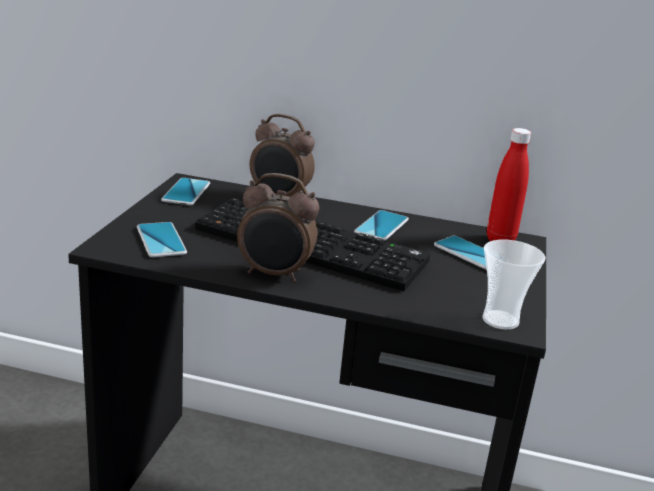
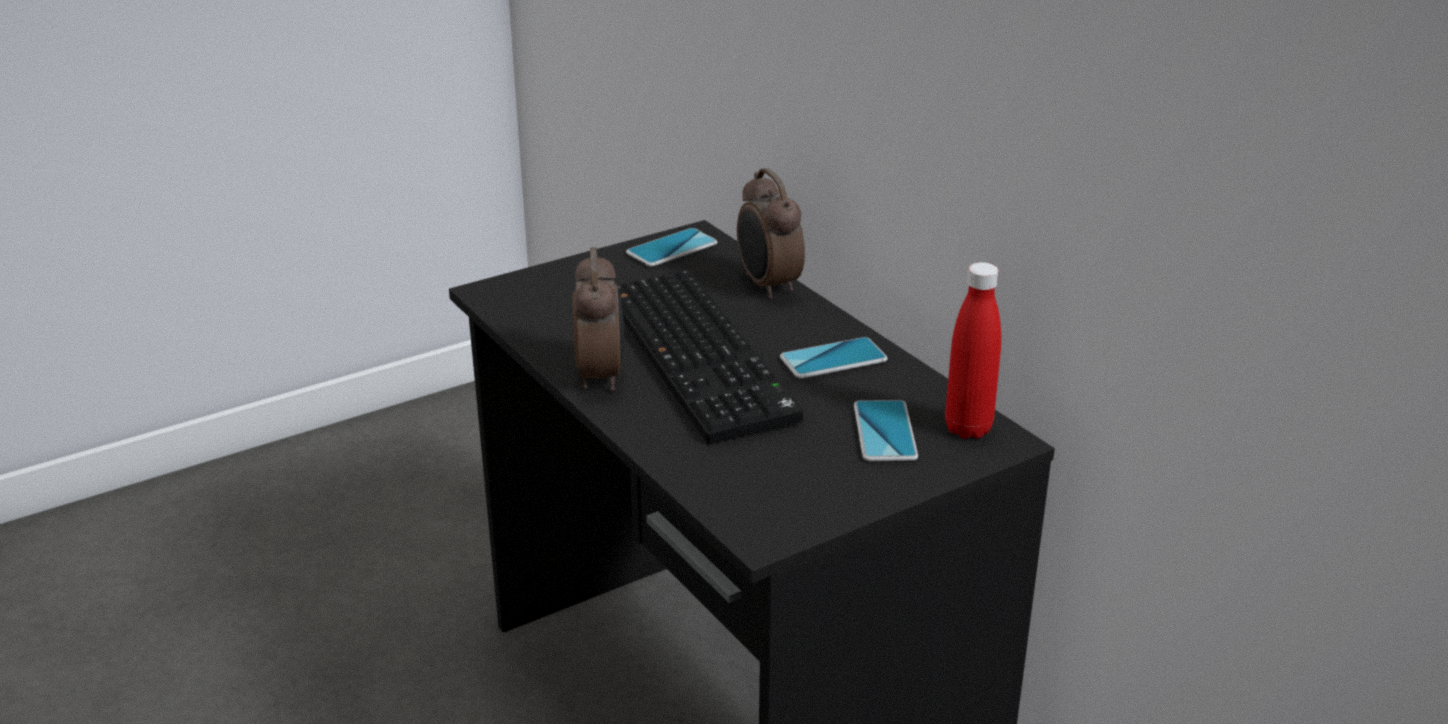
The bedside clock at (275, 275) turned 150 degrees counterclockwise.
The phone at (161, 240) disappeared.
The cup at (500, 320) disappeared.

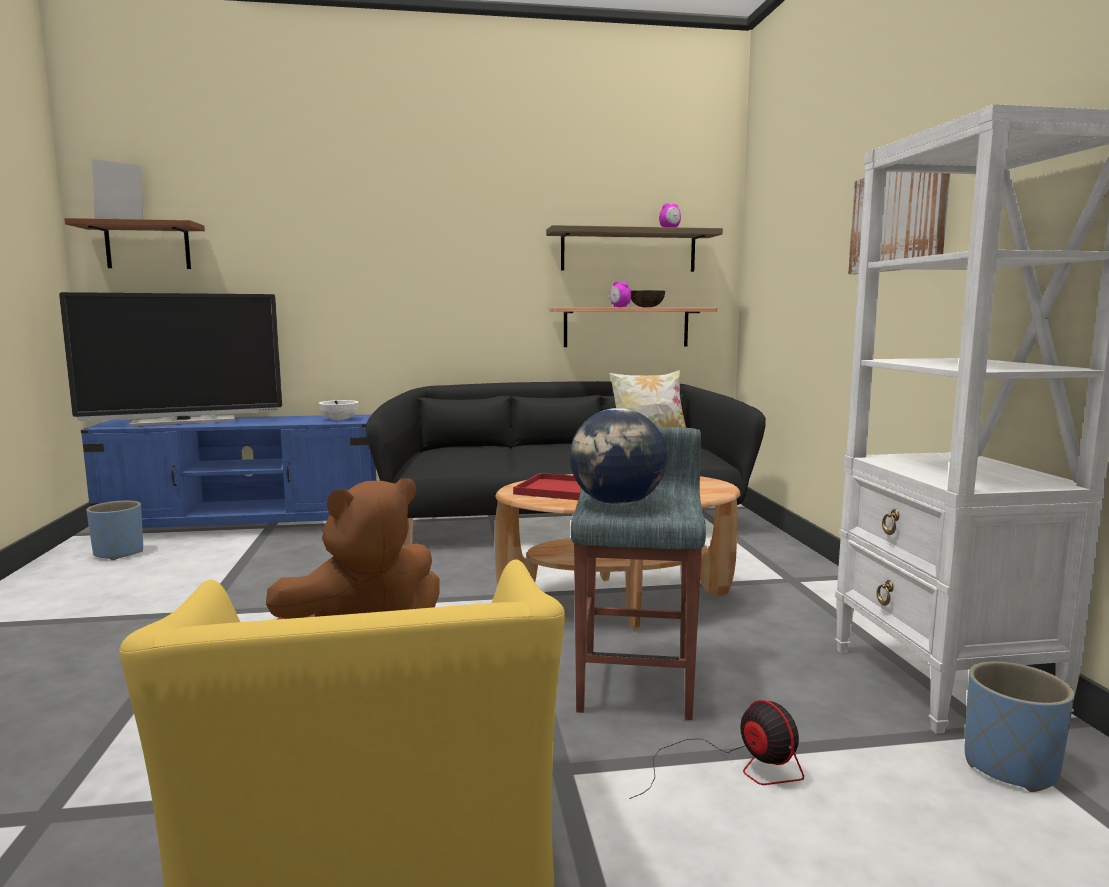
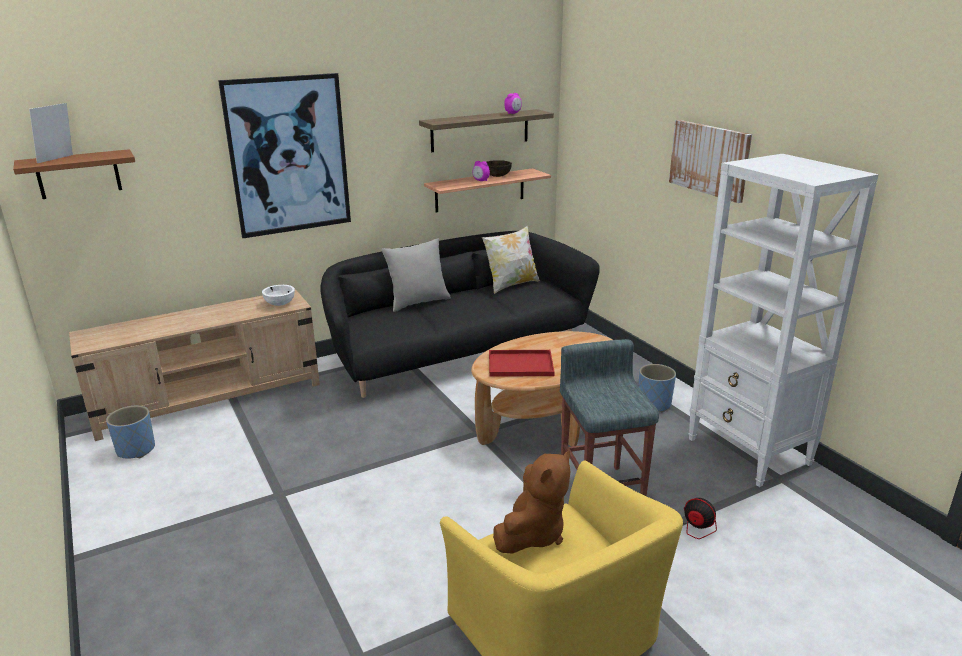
The TV set at (184, 422) disappeared.
The globe at (617, 503) disappeared.
The media console/blue at (246, 526) became the media console/sand-coloured at (210, 399).
The flower pot/blue moved from (1010, 767) to (654, 404).
The wall picture at (288, 155) appeared.
The cushion/grey at (418, 302) appeared.

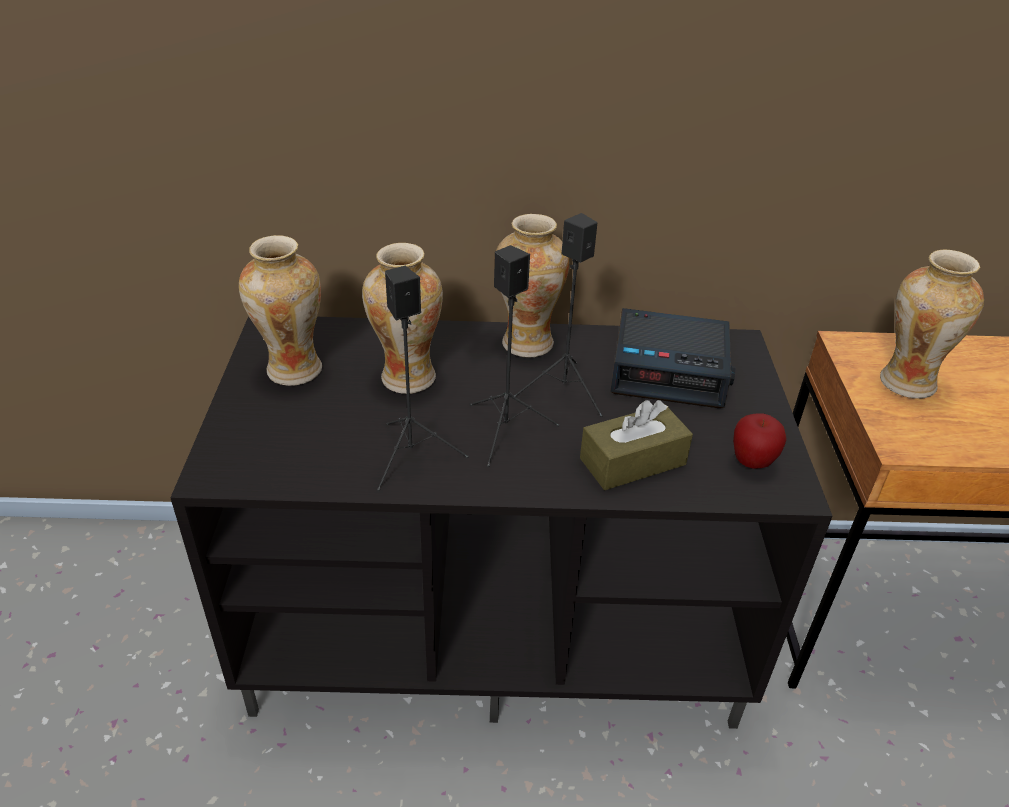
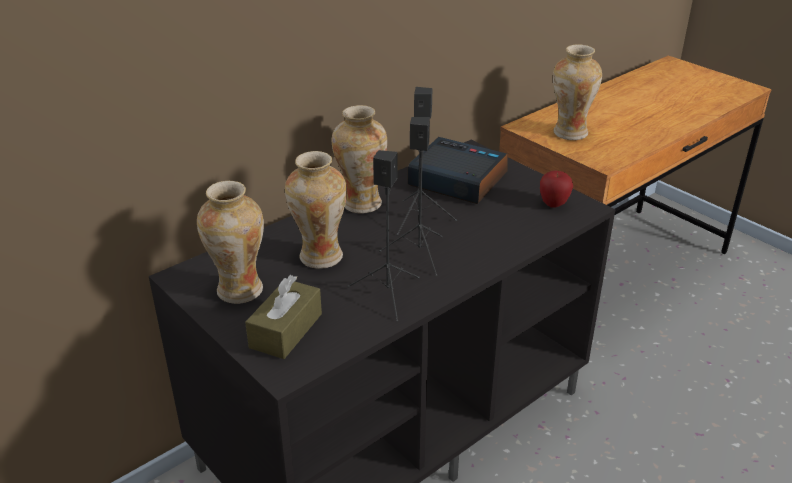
The bedside clock at (670, 369) turned 120 degrees counterclockwise.
The tissue box/brown moved from (632, 461) to (286, 330).

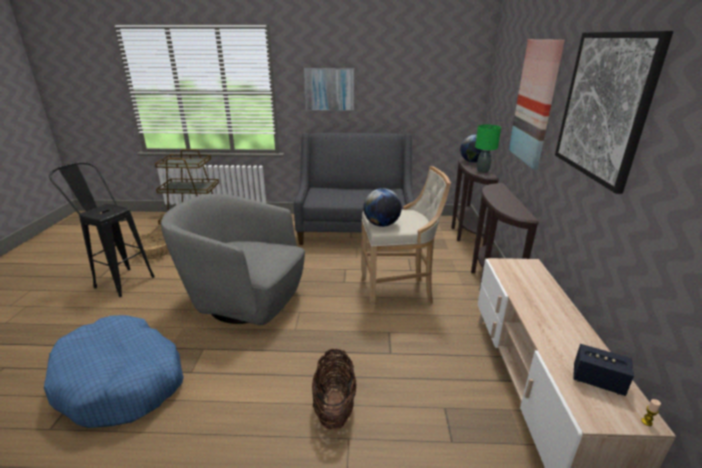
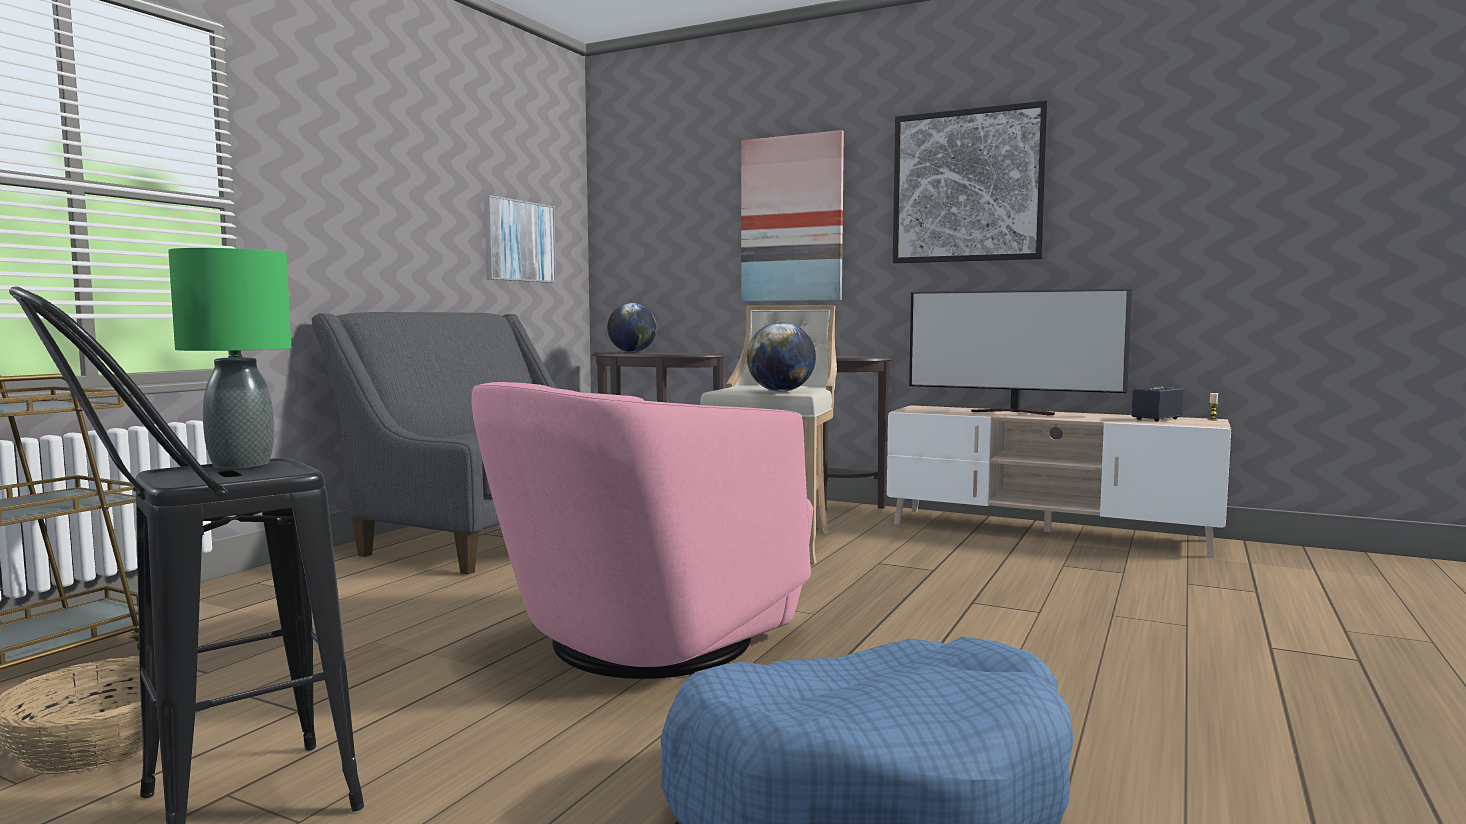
The wall picture moved from (329, 89) to (519, 241).
The tabletop lamp/greenish moved from (482, 171) to (242, 464).
The lounge chair/grey at (245, 300) became the lounge chair/pink-coloured at (647, 642).
The household basket at (334, 406) disappeared.
The TV set at (1016, 412) appeared.

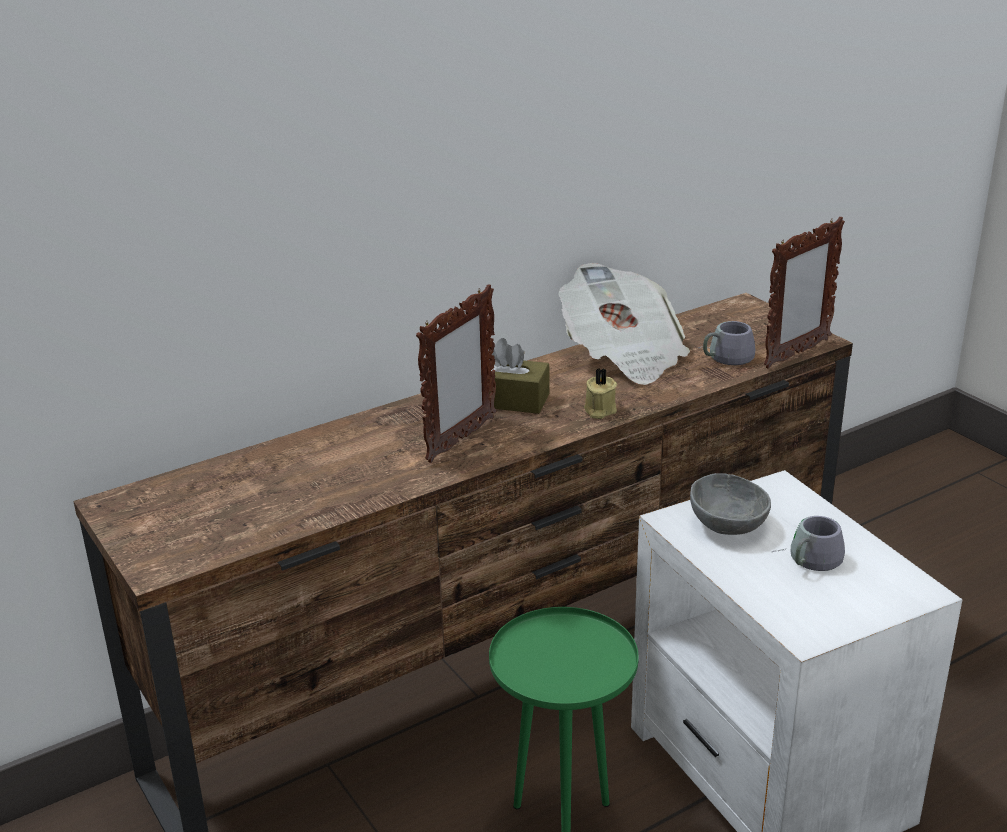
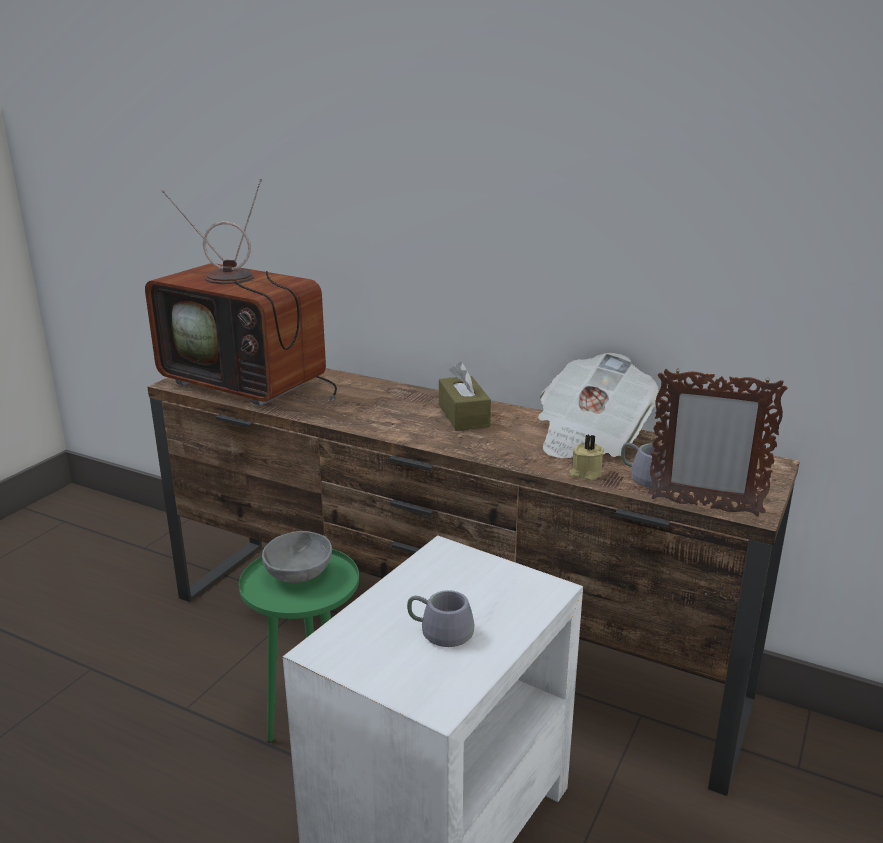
The standing frame at (460, 440) disappeared.
The candle/sand-coloured moved from (599, 410) to (585, 473).
The serving bowl/grey moved from (729, 524) to (300, 574).
The TV set at (250, 383) appeared.

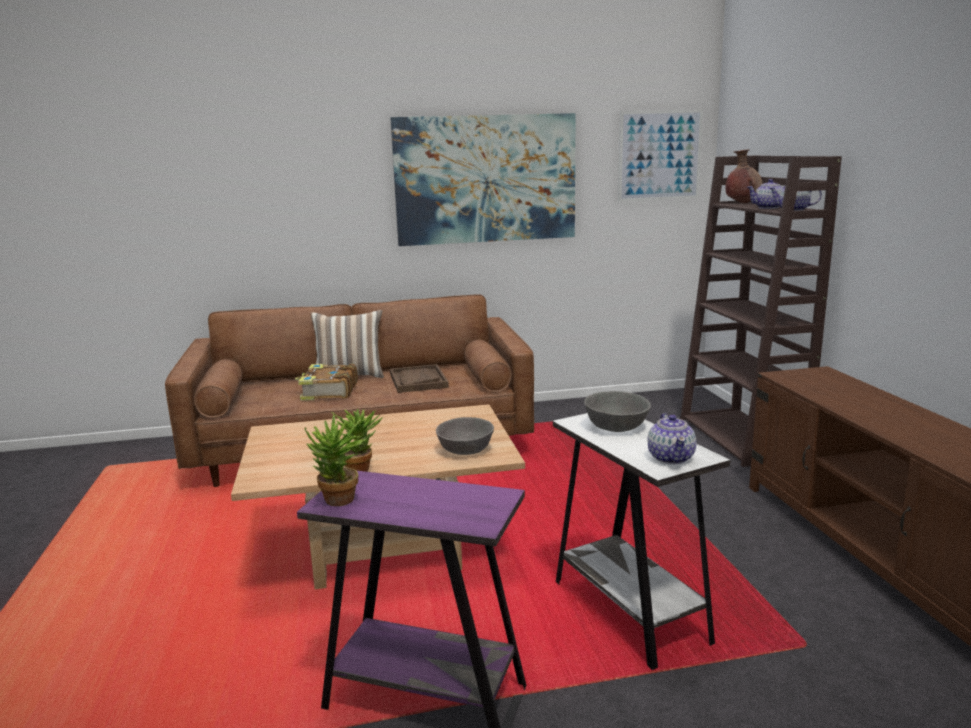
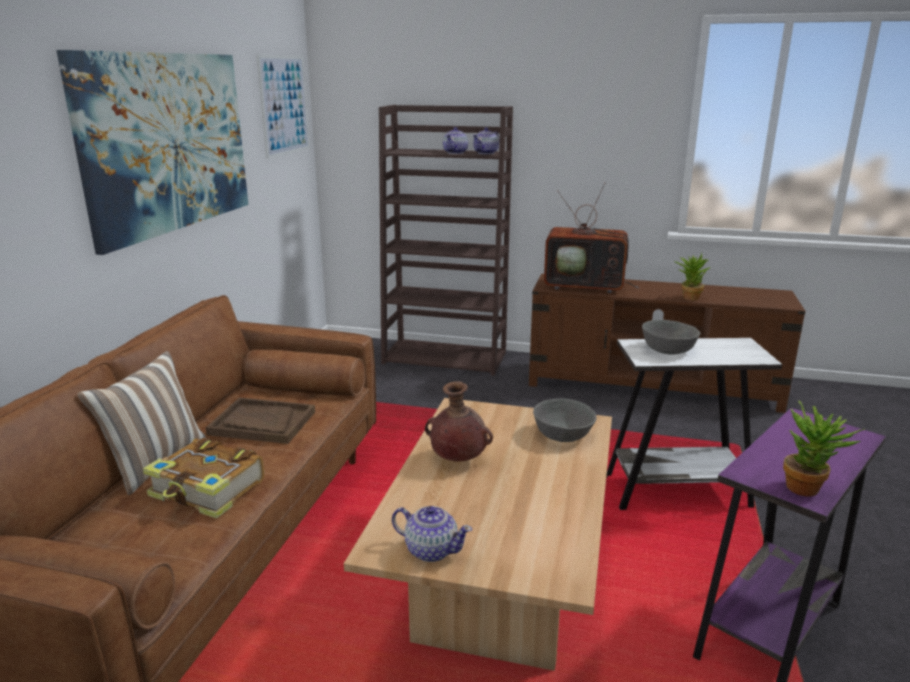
The vase/brown moved from (742, 203) to (457, 459).
The houseplant moved from (361, 468) to (688, 297).
The pot for tea moved from (671, 457) to (431, 550).
The TV set at (587, 286) appeared.

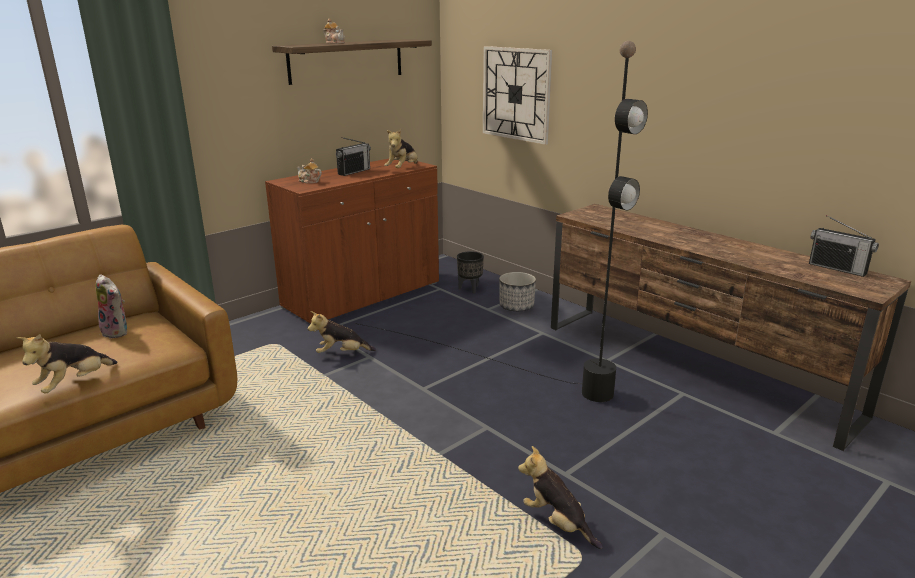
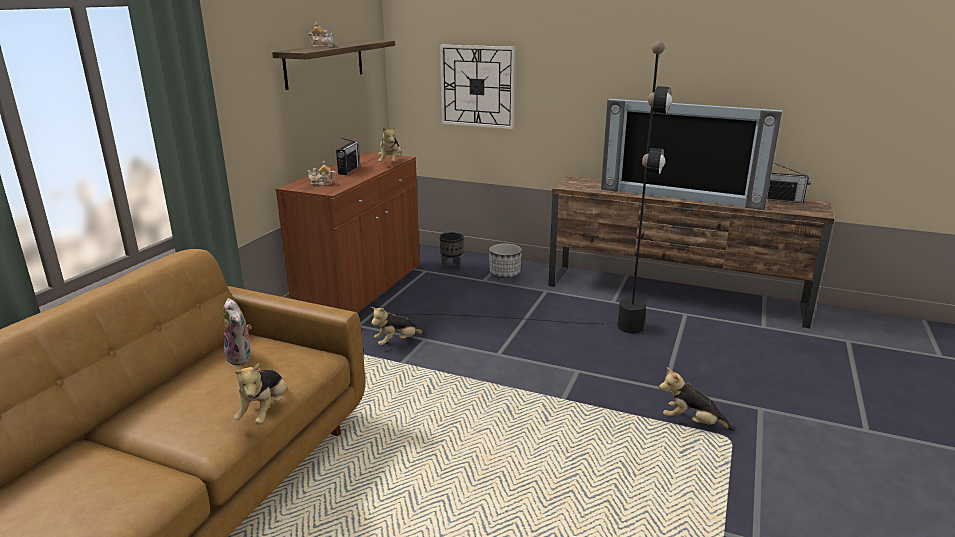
The plush toy at (117, 332) turned 45 degrees clockwise.
The TV set at (680, 196) appeared.

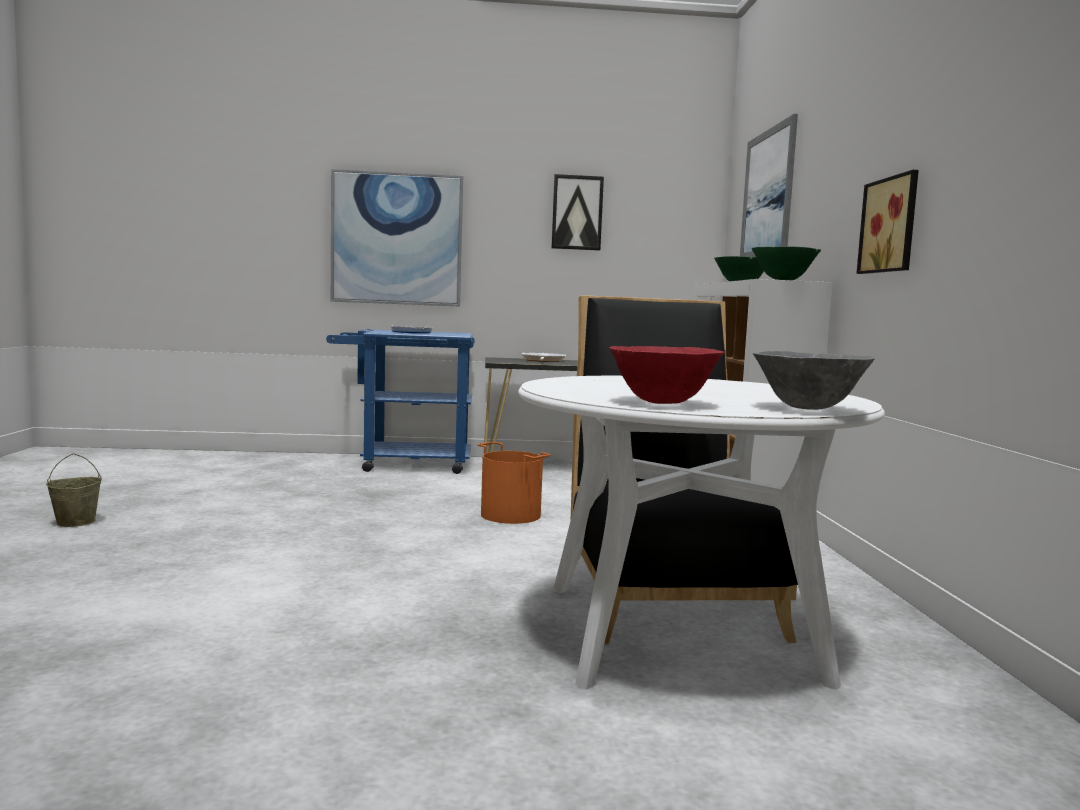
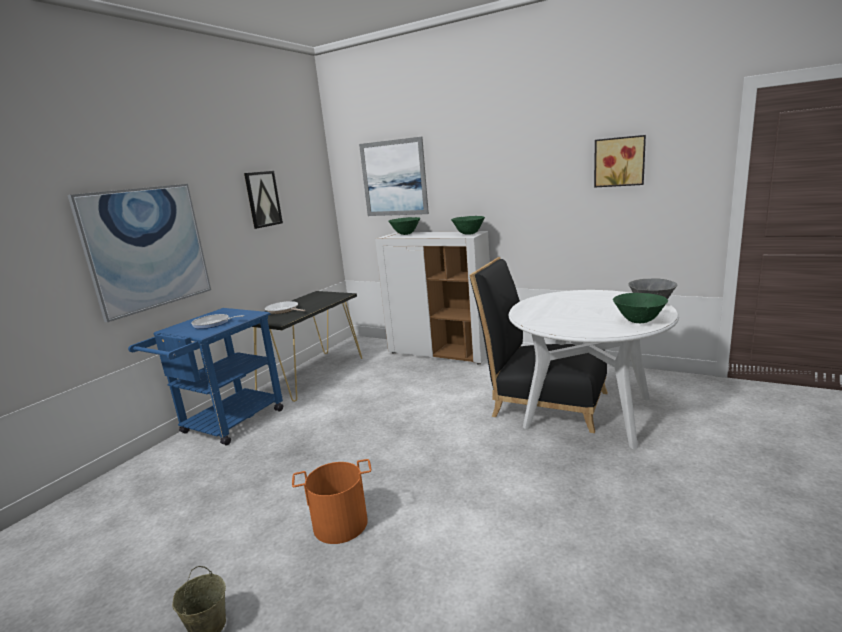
The wall picture moved from (892, 225) to (619, 161).
The serving bowl/red at (663, 403) became the serving bowl/greenish at (639, 321).
The bucket/orange-coloured moved from (511, 515) to (340, 523).

